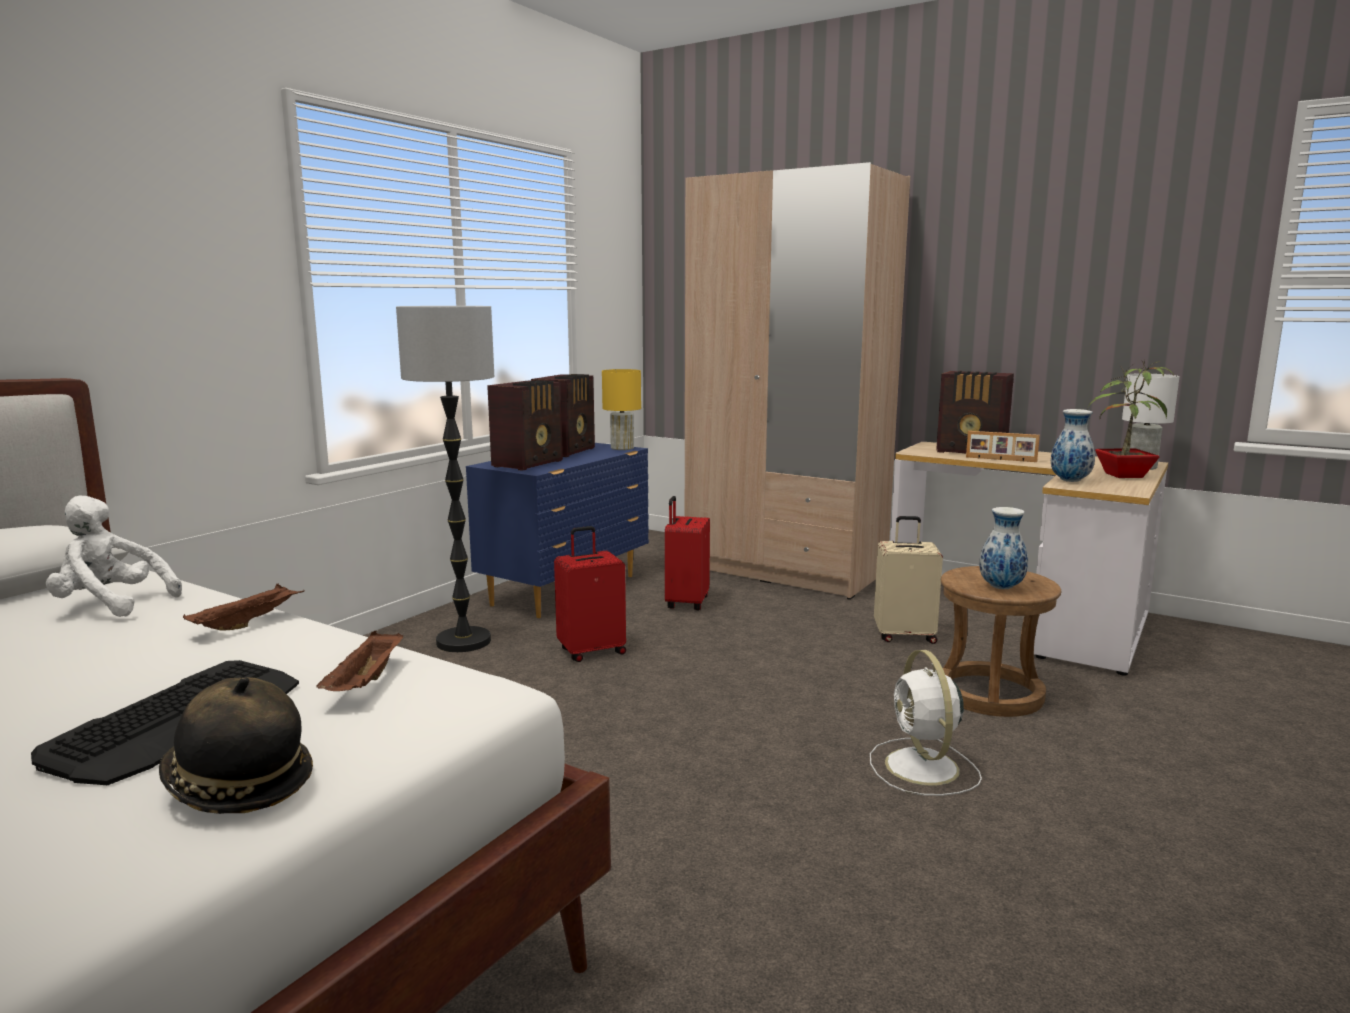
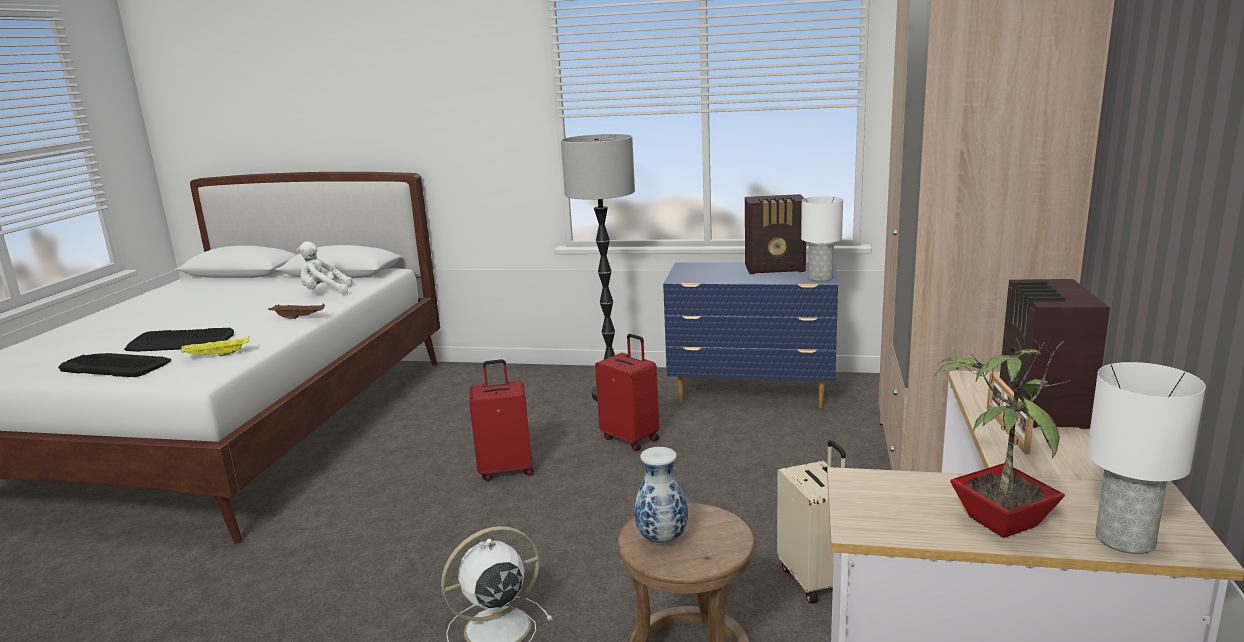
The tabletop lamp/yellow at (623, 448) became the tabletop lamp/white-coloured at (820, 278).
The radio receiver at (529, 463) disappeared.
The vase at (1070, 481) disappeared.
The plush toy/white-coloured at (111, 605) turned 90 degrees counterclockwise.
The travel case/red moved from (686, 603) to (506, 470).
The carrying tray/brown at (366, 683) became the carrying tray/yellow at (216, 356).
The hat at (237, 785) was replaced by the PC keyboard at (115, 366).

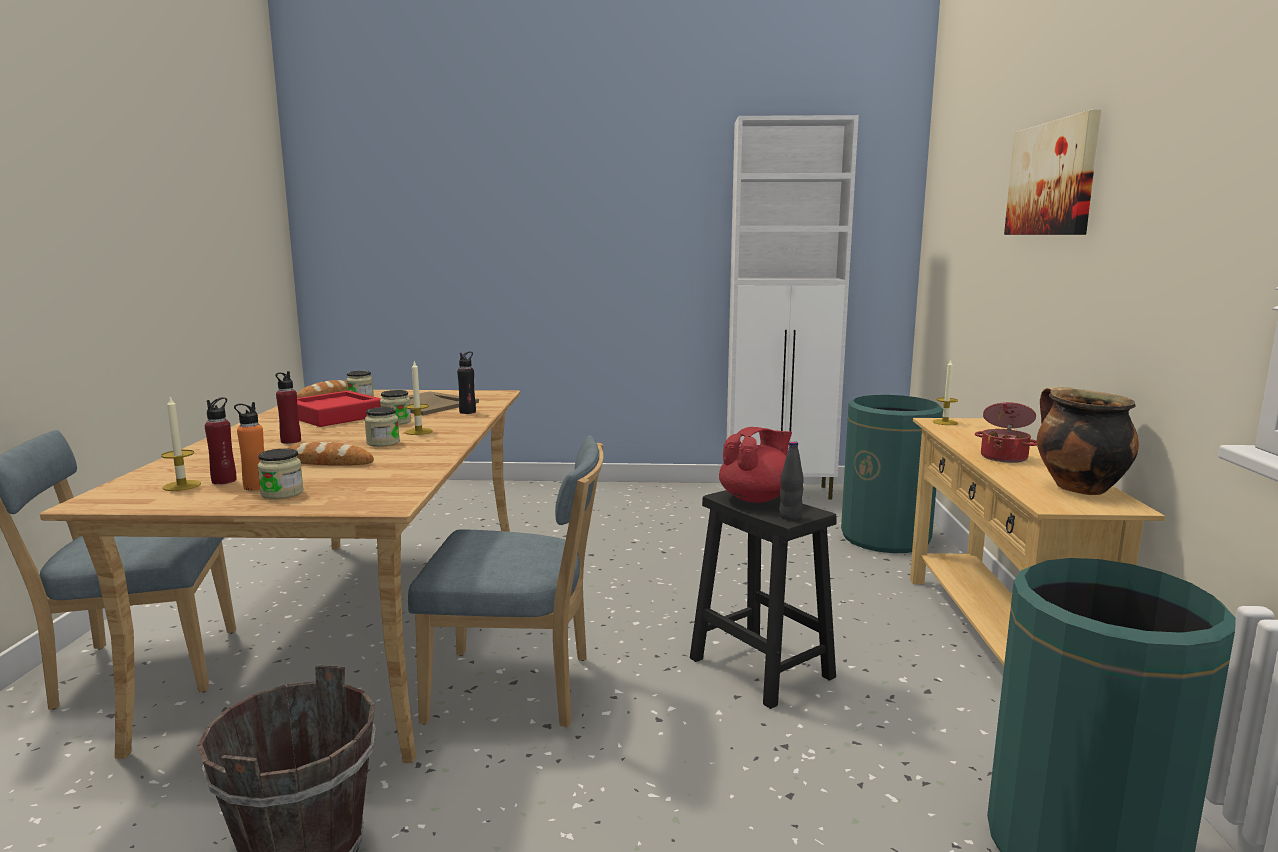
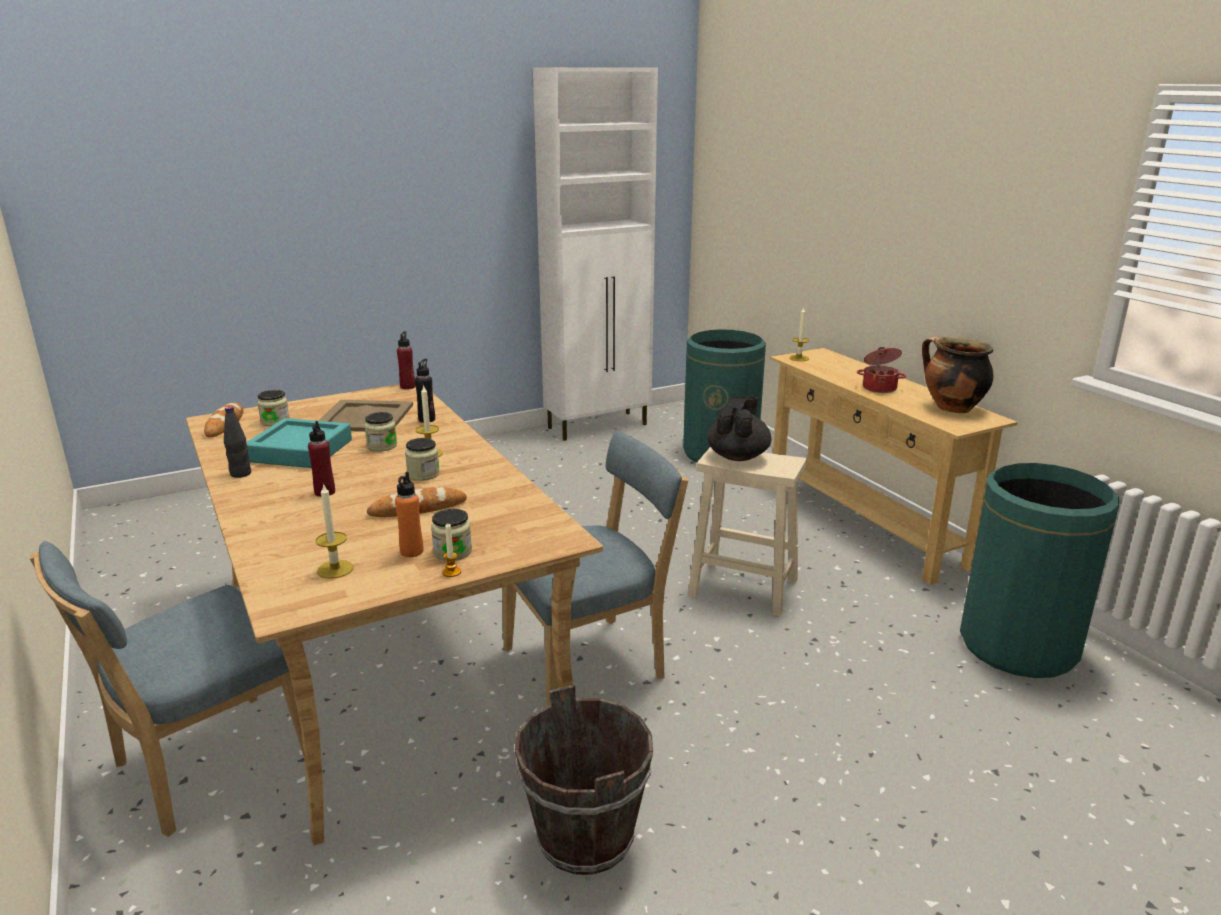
The wall picture at (1052, 179) disappeared.
The carrying tray/red at (335, 416) became the carrying tray/turquoise at (300, 451).
The drink bottle/red moved from (224, 481) to (408, 387).
The pot for tea/red at (757, 498) became the pot for tea/blackish at (738, 456).
The drink bottle/blackish moved from (790, 517) to (241, 474).
The sitting stool/blackish at (763, 669) became the sitting stool/sand-coloured at (745, 588).
The candle at (451, 572) appeared.

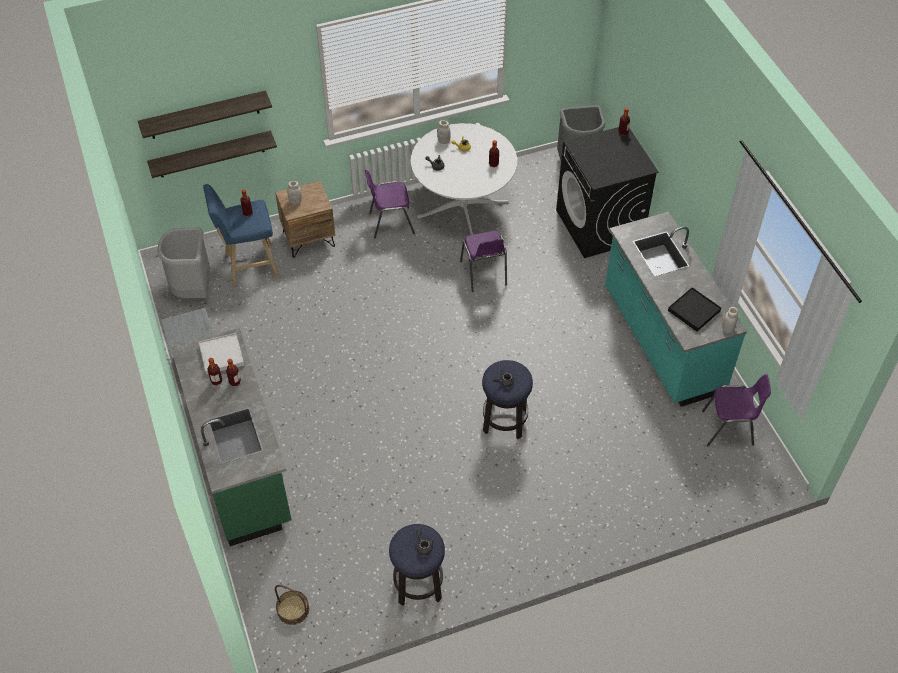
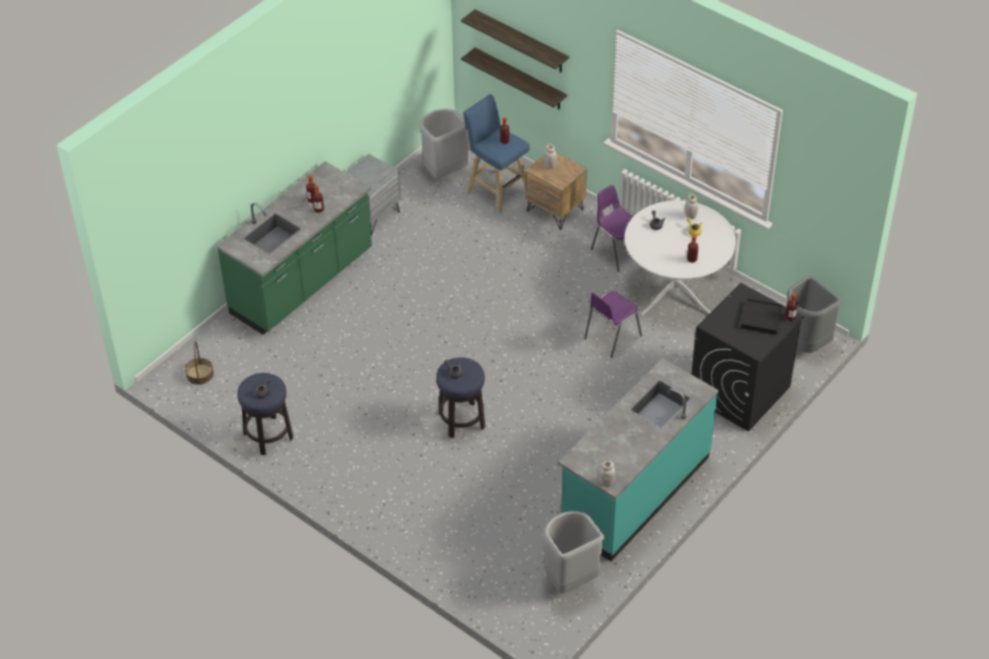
The carrying tray/blackish moved from (694, 310) to (761, 318).
The carrying tray/white-coloured at (221, 355) disappeared.
The upright chair/purple at (729, 429) was replaced by the rubbish bin/grey at (570, 579).

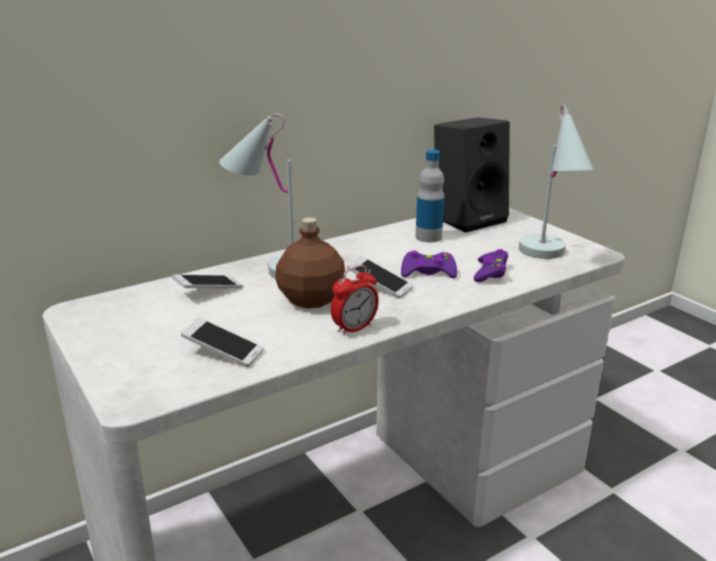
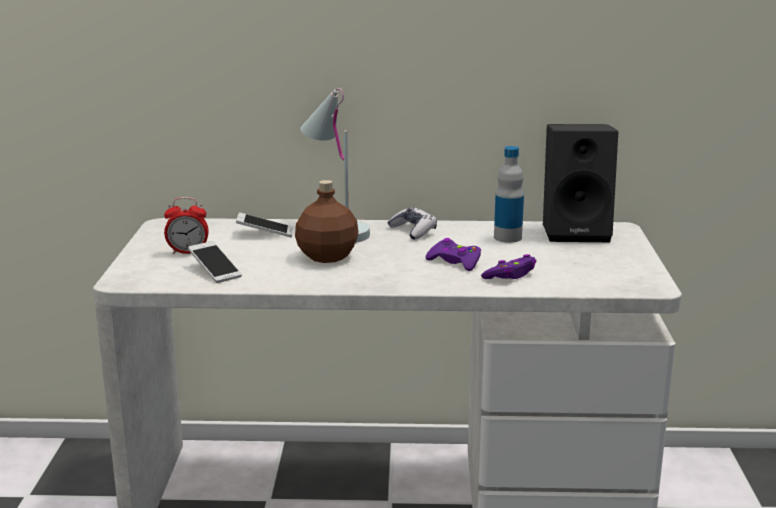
The tabletop lamp/white-coloured at (549, 258) disappeared.
The phone at (379, 286) disappeared.
The bedside clock moved from (354, 328) to (188, 252).
The game controller at (413, 231) appeared.

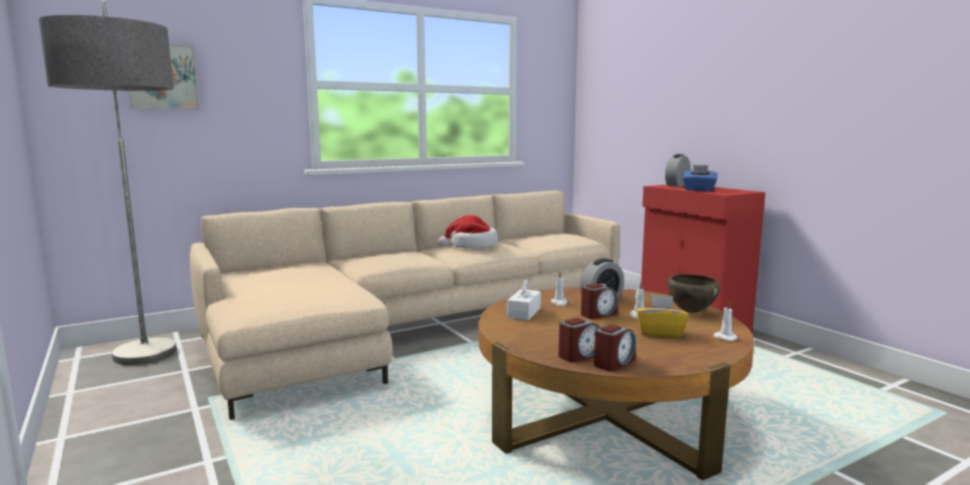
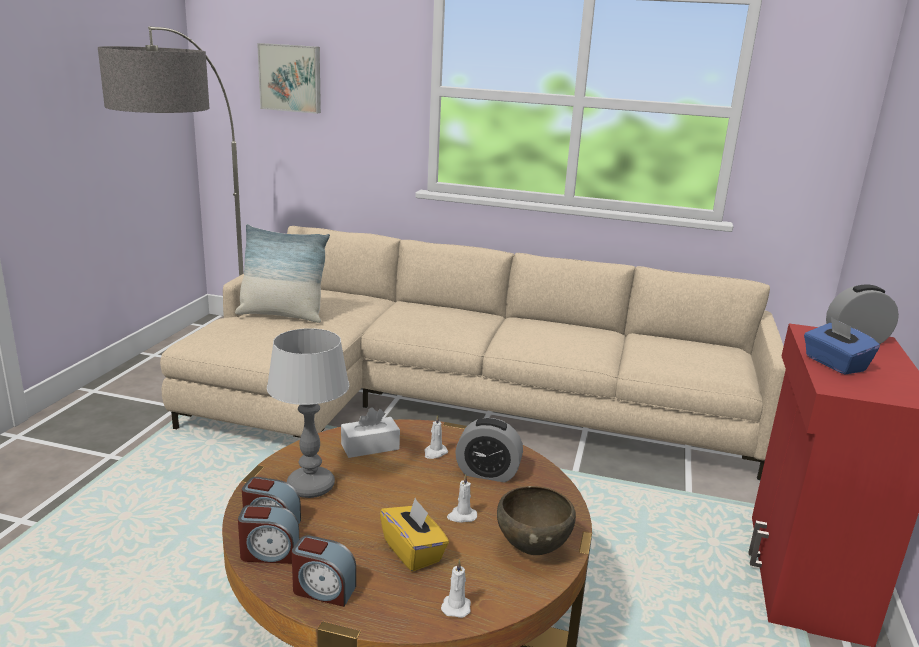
The hat at (471, 246) disappeared.
The bedside clock moved from (598, 314) to (323, 590).
The cushion at (282, 315) appeared.
The tabletop lamp at (309, 487) appeared.

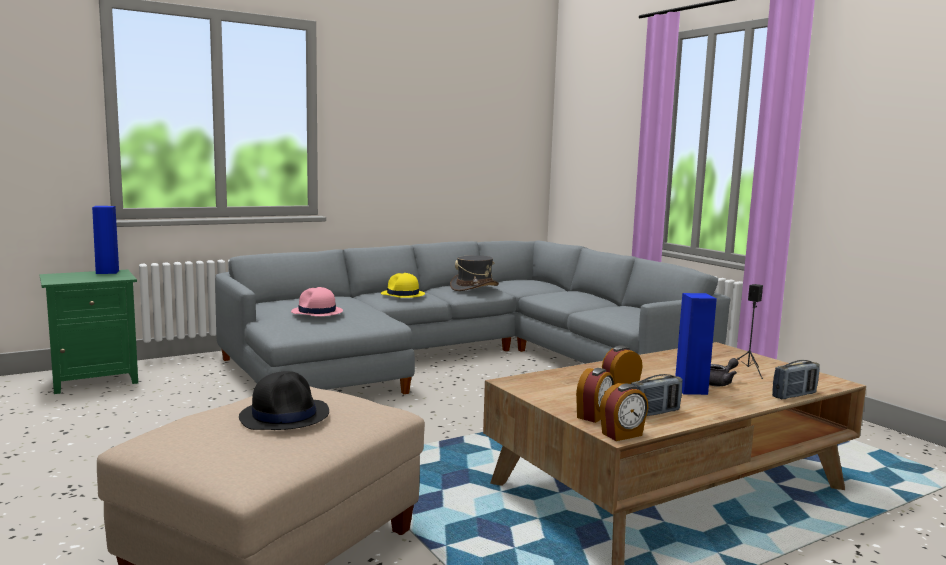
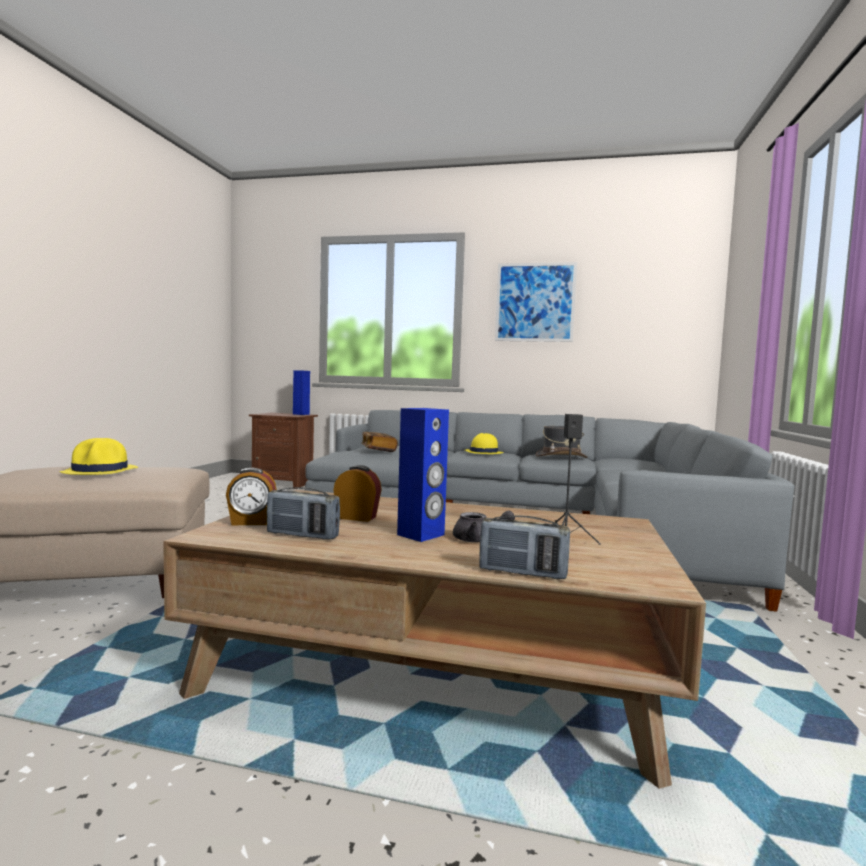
The night table/greenish at (94, 380) became the night table/brown at (284, 483).
The hat/pink-coloured at (317, 312) was replaced by the book at (378, 450).
The hat/blackish at (285, 415) became the hat/yellow at (100, 471).
The bedside clock at (622, 435) disappeared.
The wall picture at (535, 302) appeared.

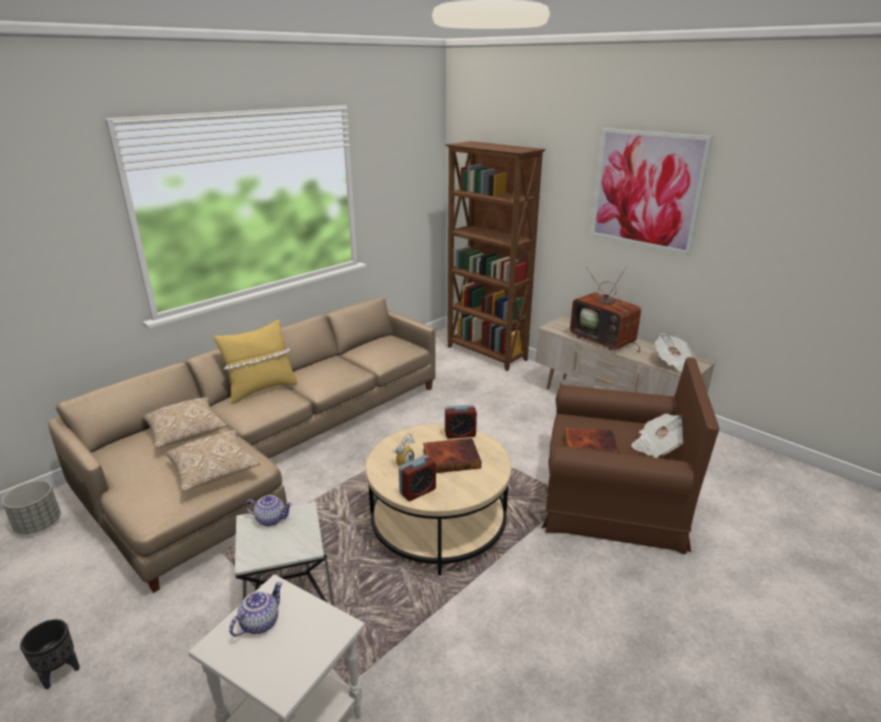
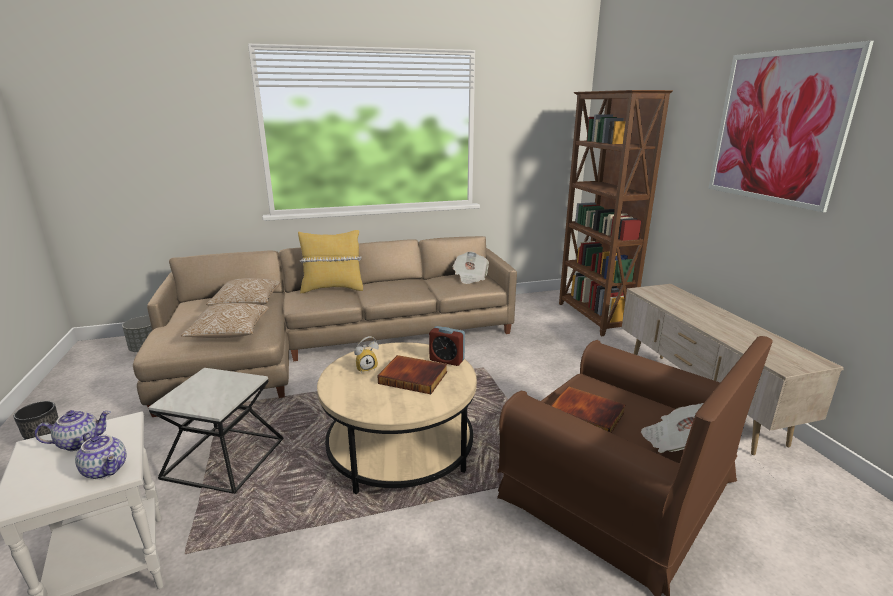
The TV set at (605, 340) disappeared.
The newspaper moved from (674, 364) to (470, 277).
The bedside clock at (417, 491) disappeared.
The pot for tea moved from (271, 519) to (107, 469).

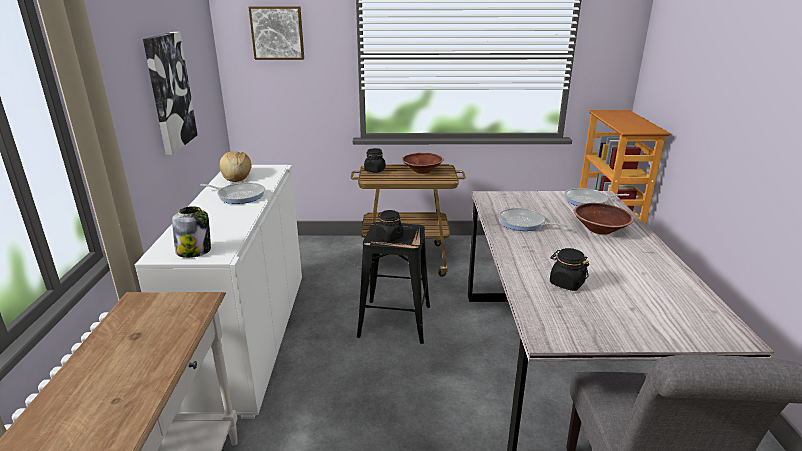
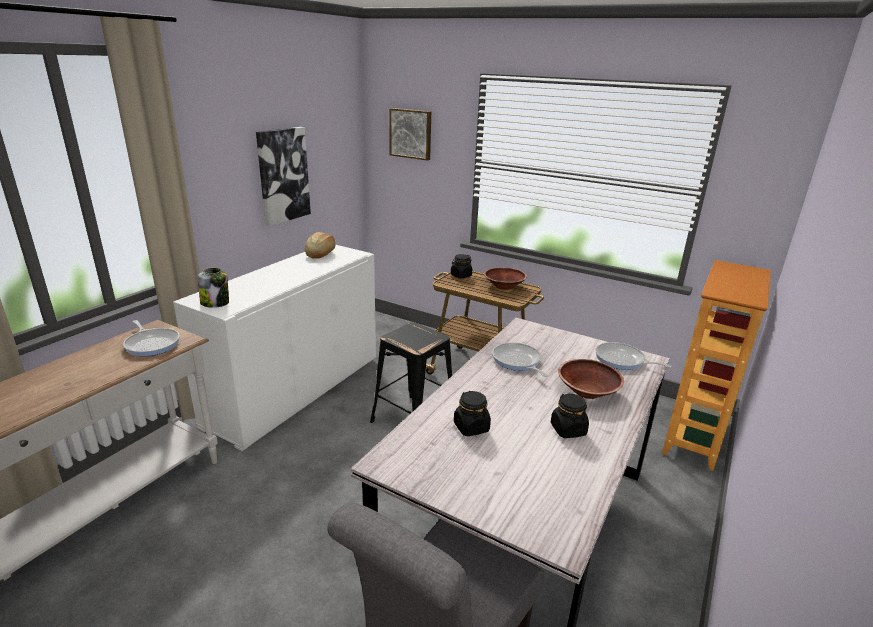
The frying pan moved from (239, 196) to (152, 344).
The preserve jar/blackish moved from (389, 237) to (568, 429).

